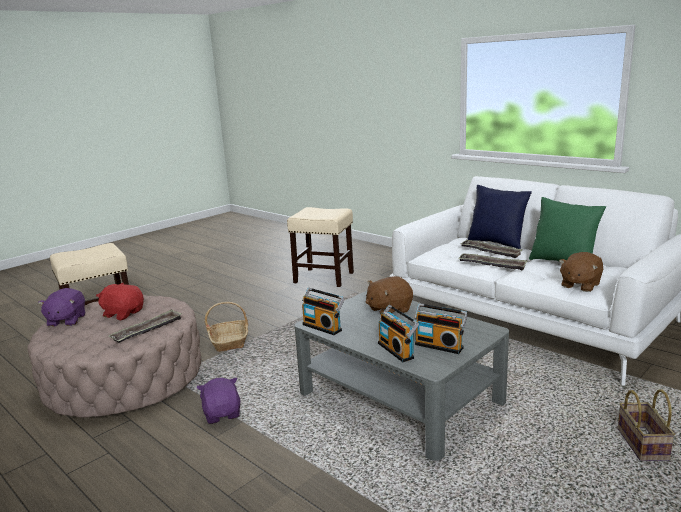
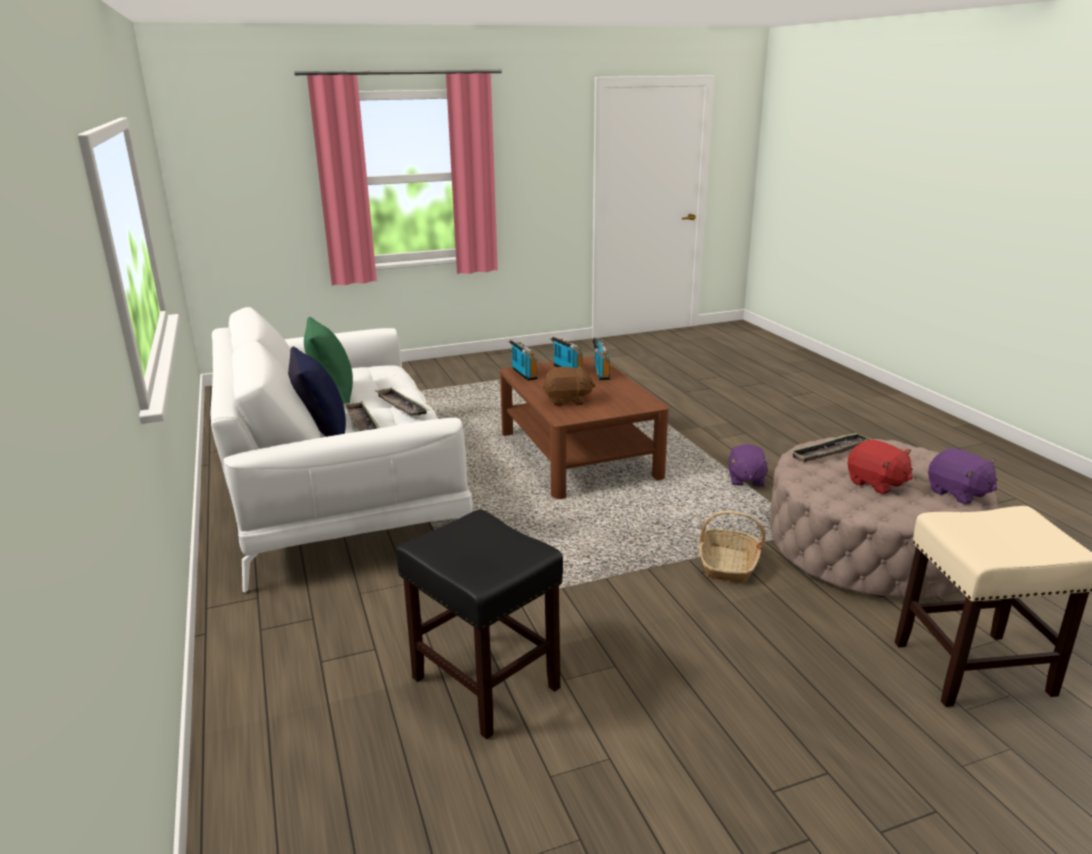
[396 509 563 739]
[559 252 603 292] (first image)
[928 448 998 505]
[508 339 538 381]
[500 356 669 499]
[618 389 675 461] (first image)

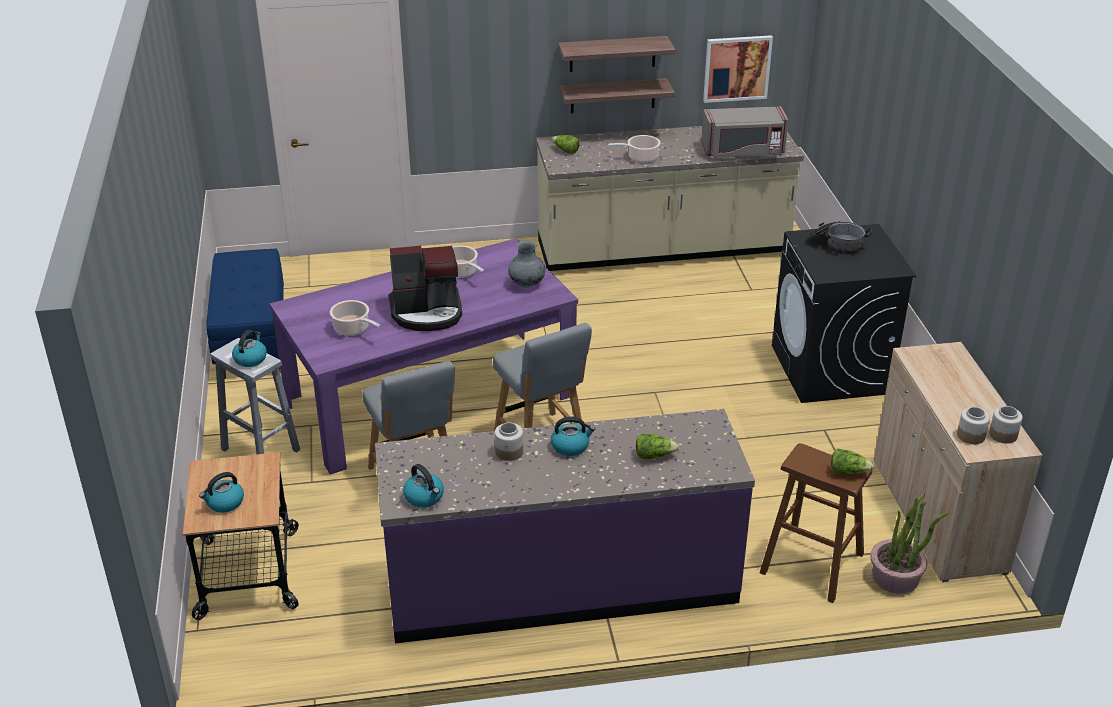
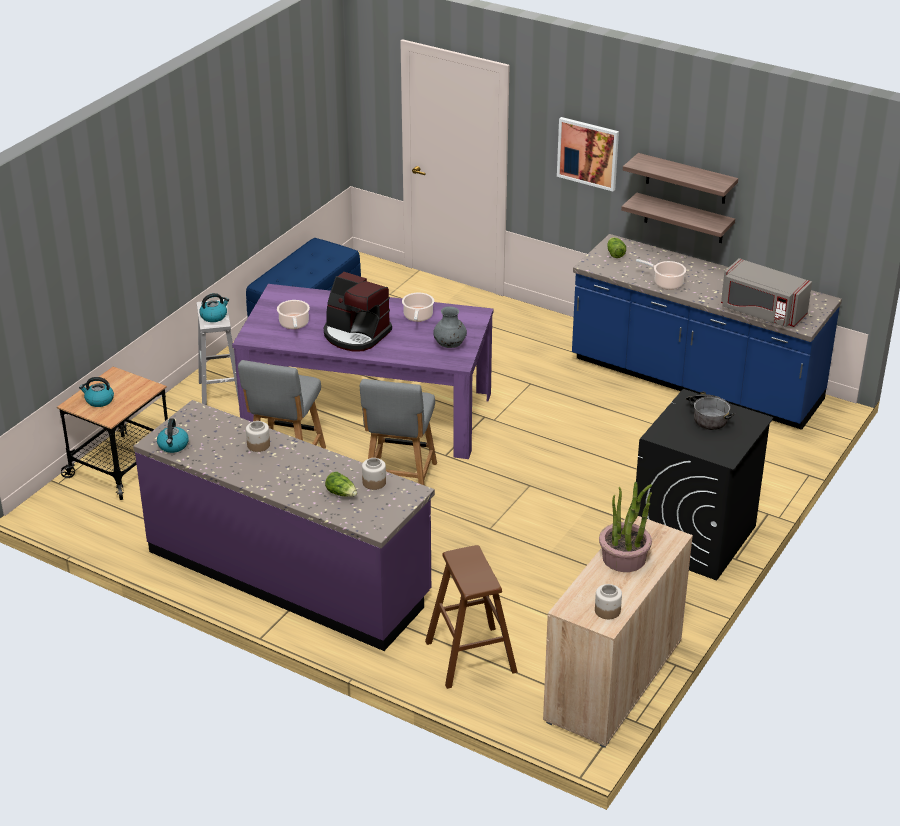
[557 117 619 191]
[572 234 842 430]
[362 458 386 490]
[551 417 595 456] (first image)
[831 449 874 474] (first image)
[599 482 652 572]

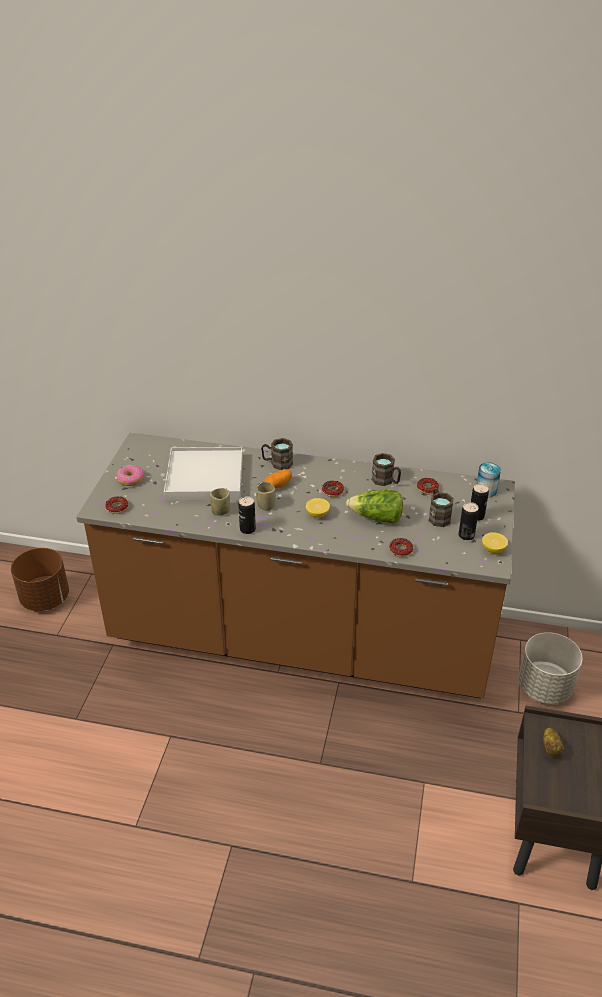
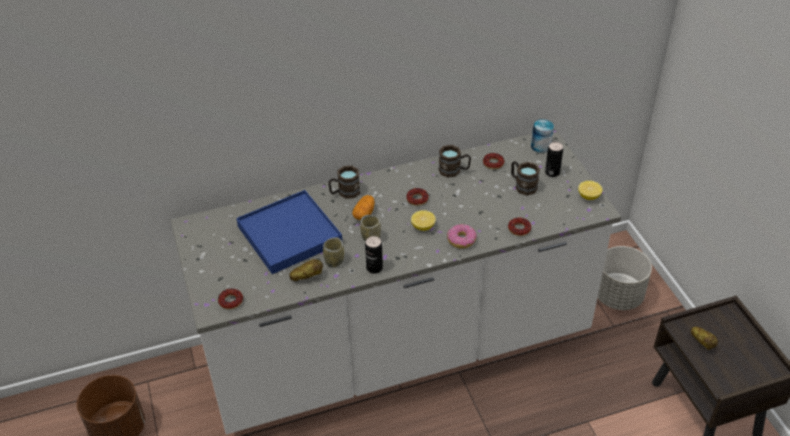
[171 128 621 435]
[236 190 342 274]
[447 224 477 249]
[346 490 403 523] (first image)
[458 502 479 540] (first image)
[290 259 323 281]

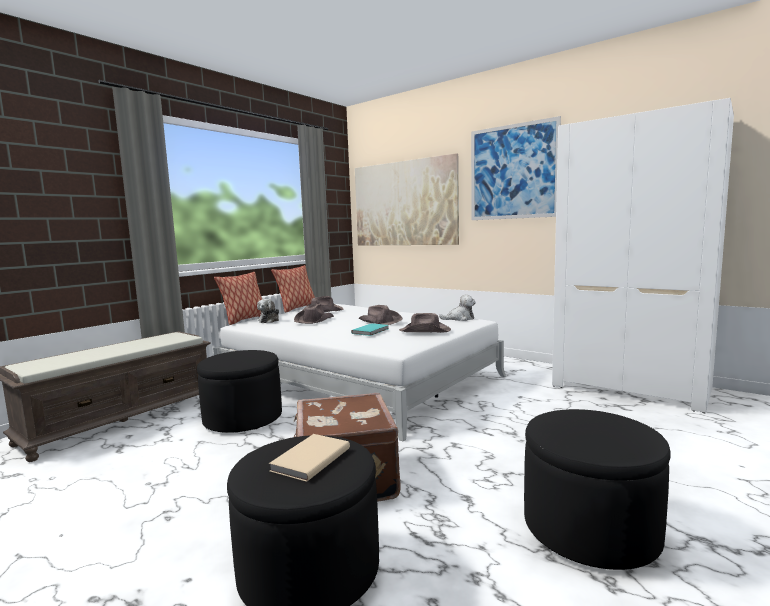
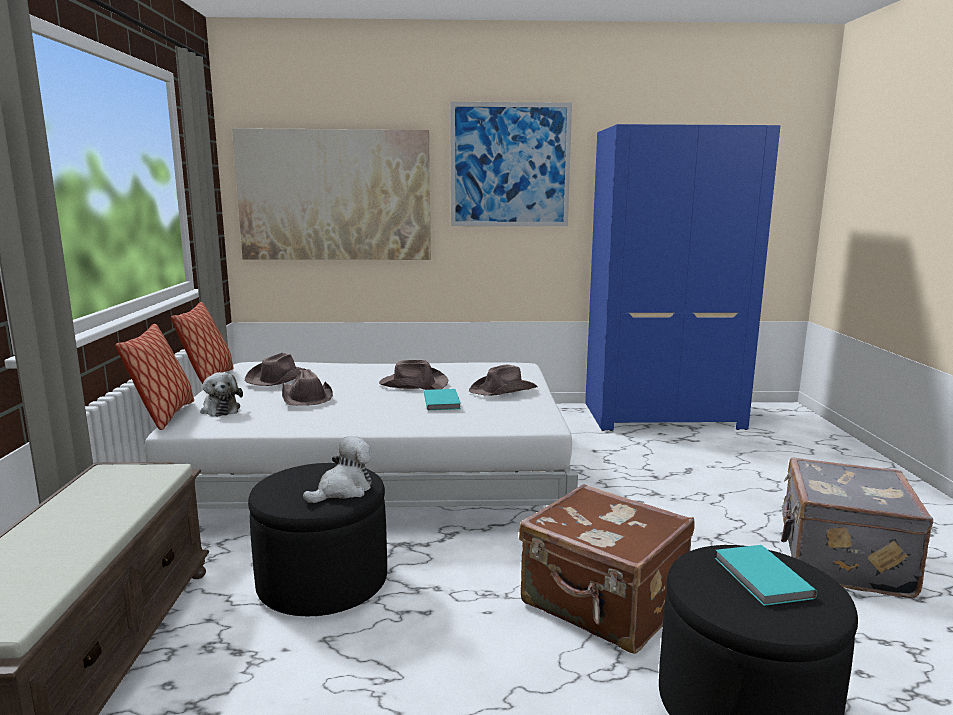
[585 124 780 431]
[303 436 372 503]
[781 458 933 598]
[715 545 817 606]

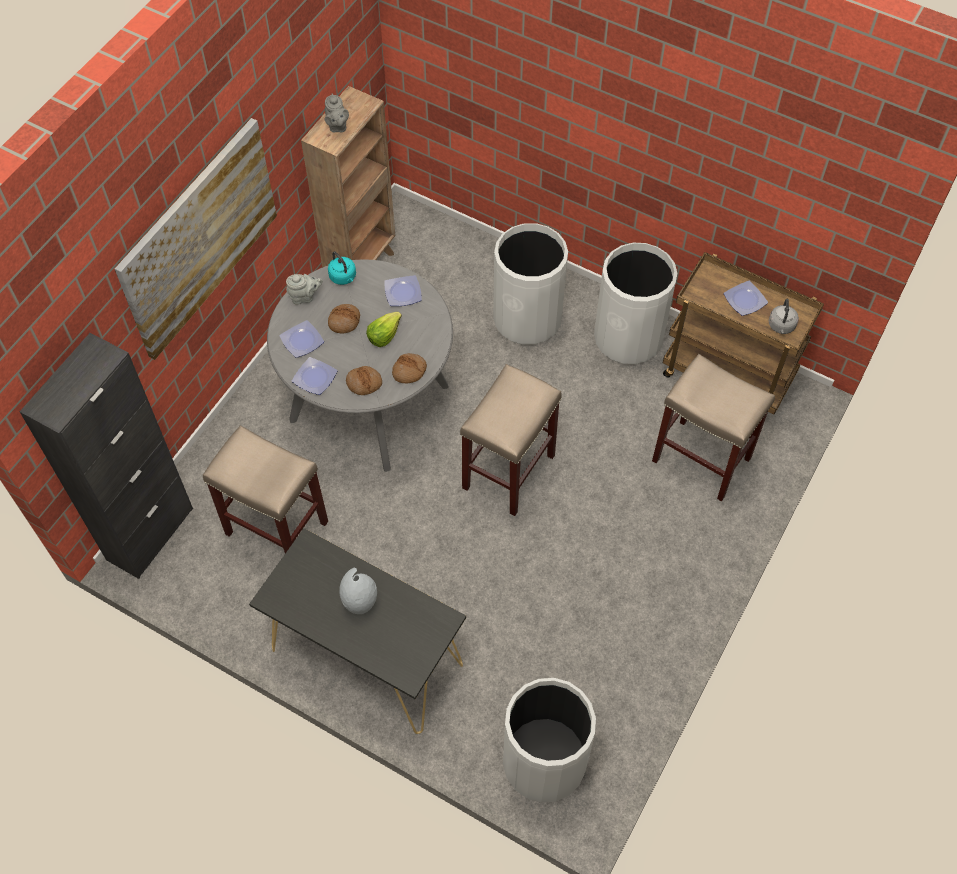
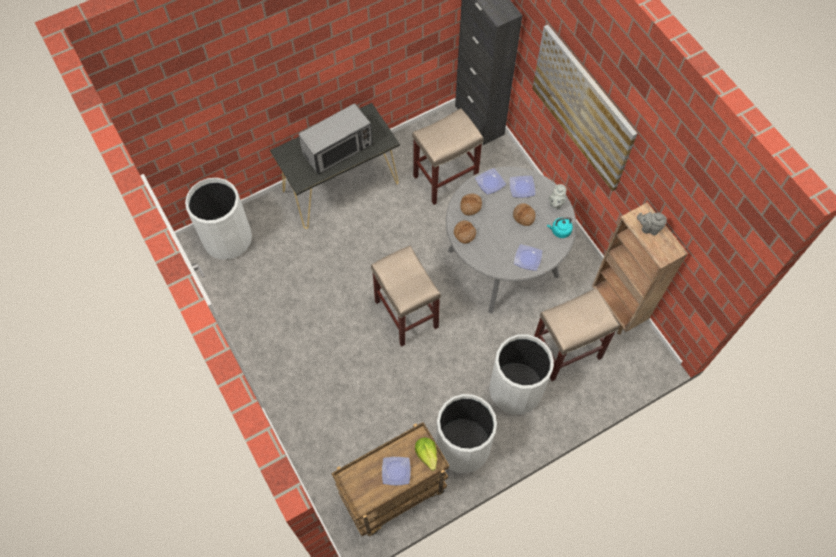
[769 299 799 334] (first image)
[415 437 437 471]
[534 288 619 381]
[298 103 373 174]

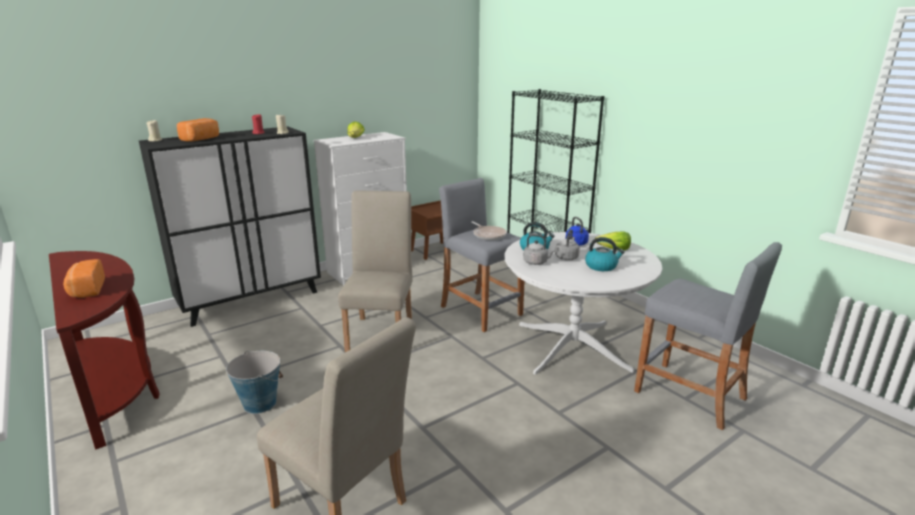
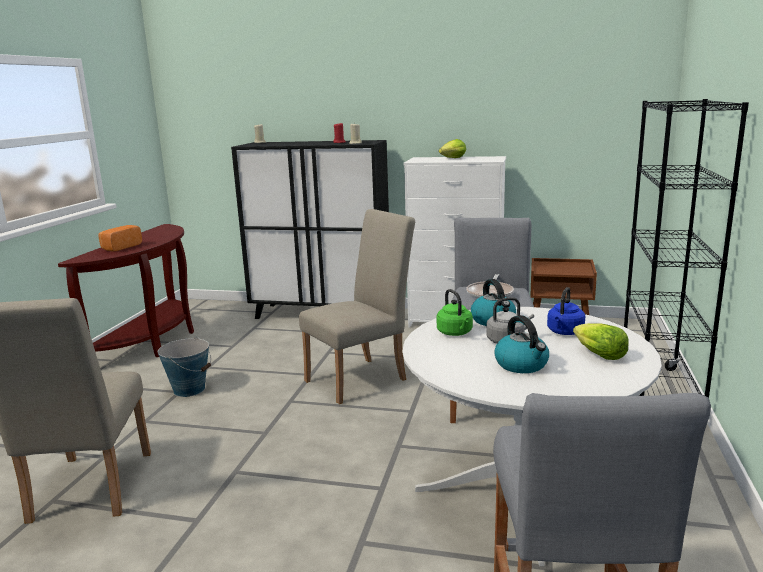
[177 118 219 142] (first image)
[437 289 473 336]

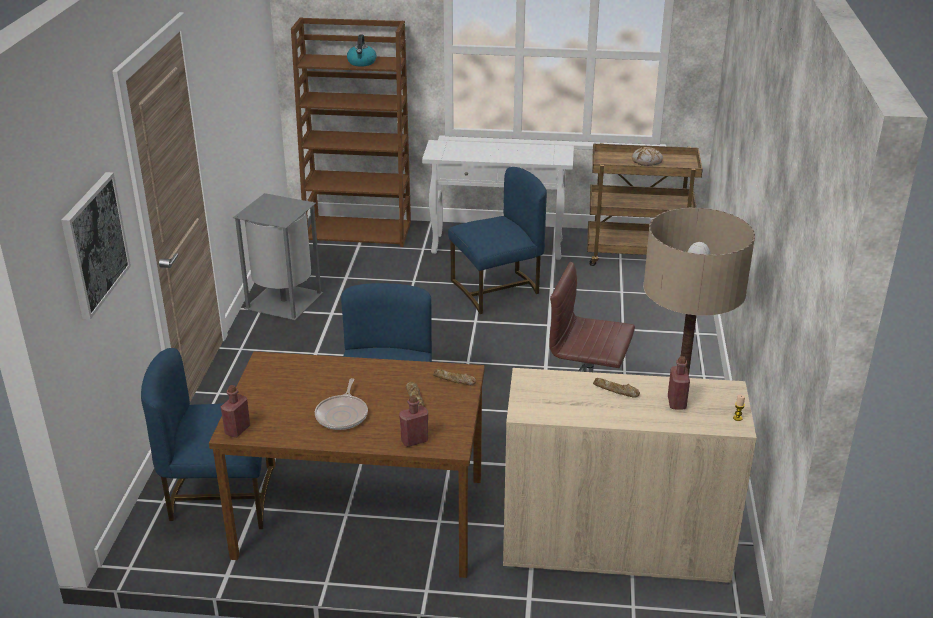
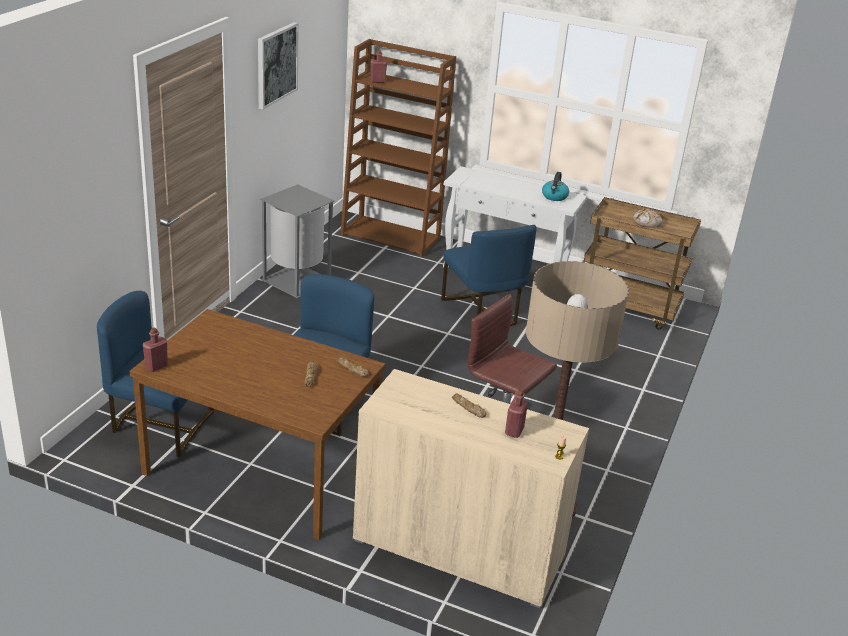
[542 172 569 201]
[441 225 537 326]
[258 22 298 110]
[315 378 368 430] (first image)
[370 50 387 83]

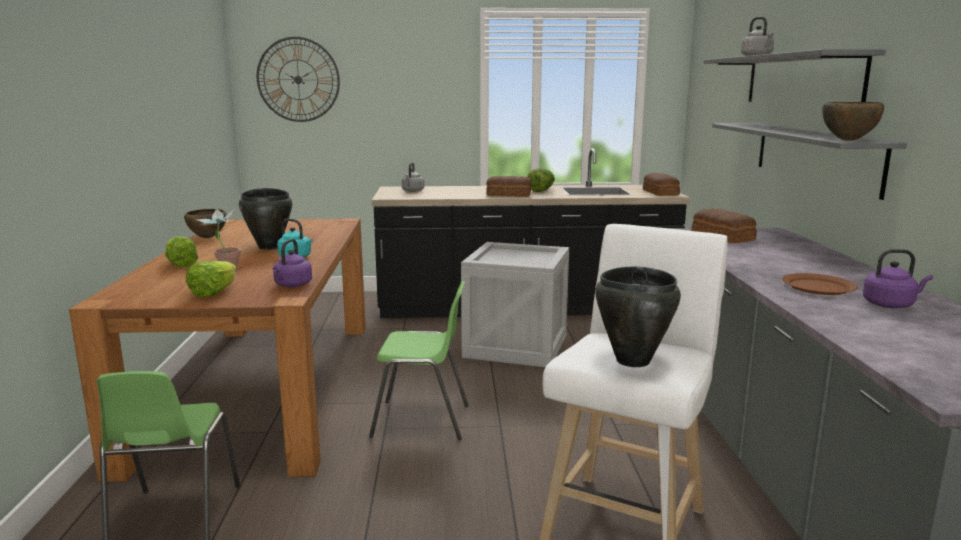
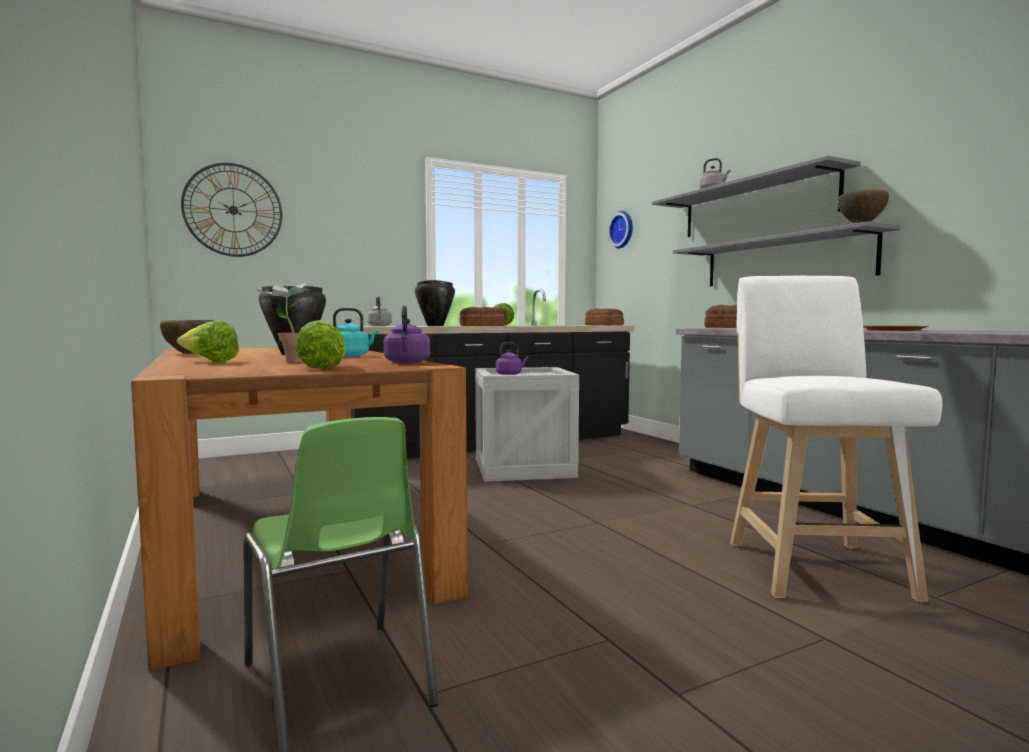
[496 342 529 375]
[415 280 455 326]
[369 281 469 440] (first image)
[608 211 633 248]

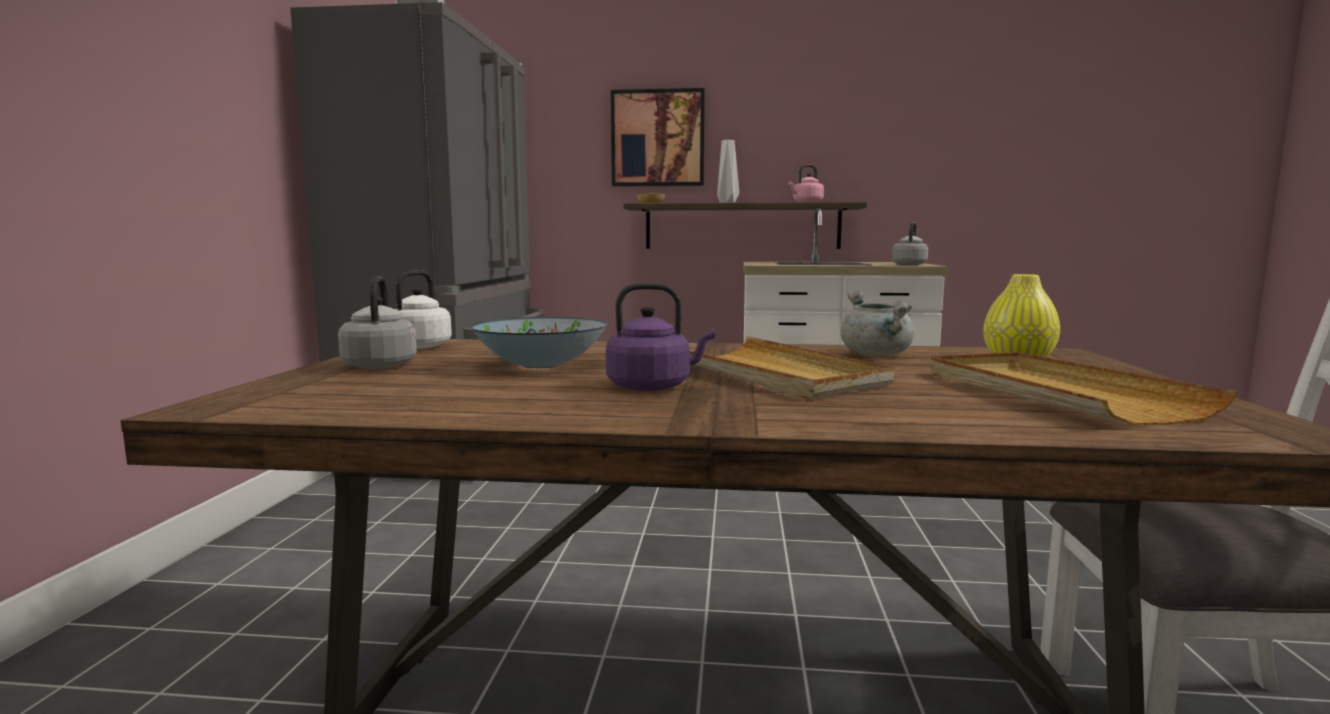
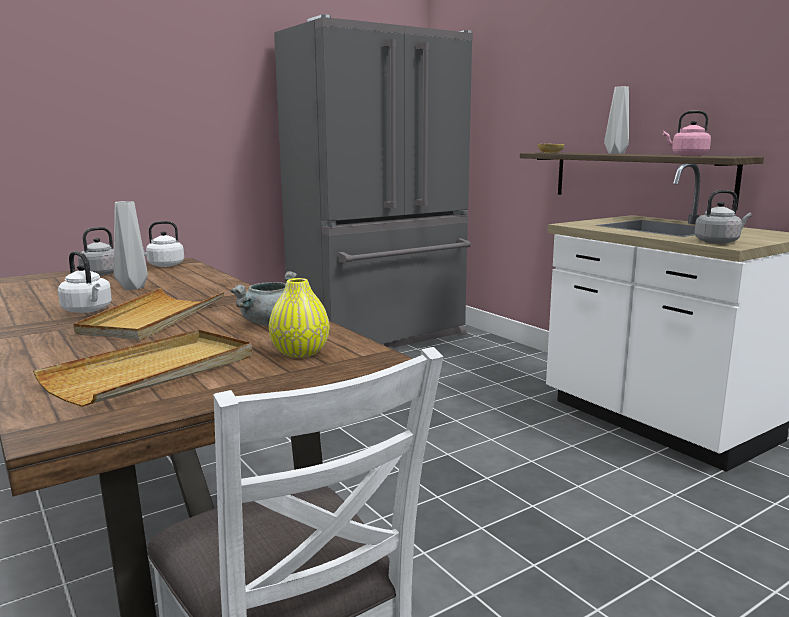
[611 88 705 187] (first image)
[58 251 112 313]
[114 201 148 290]

